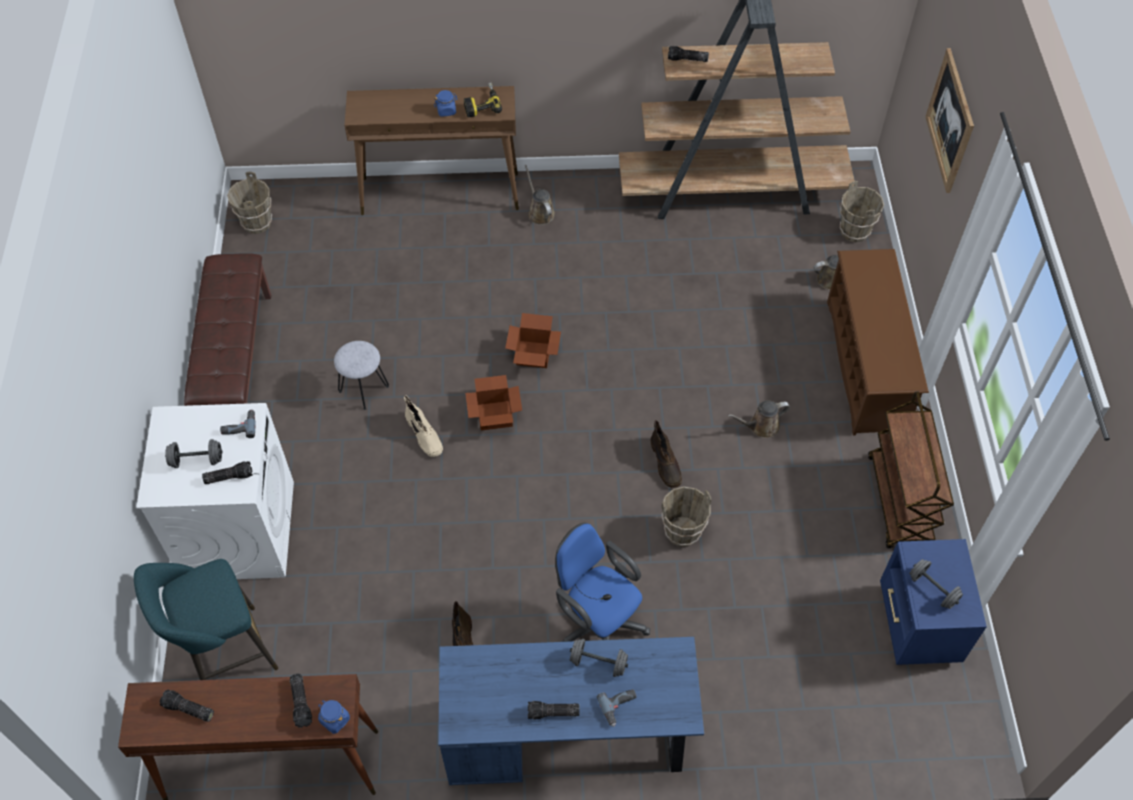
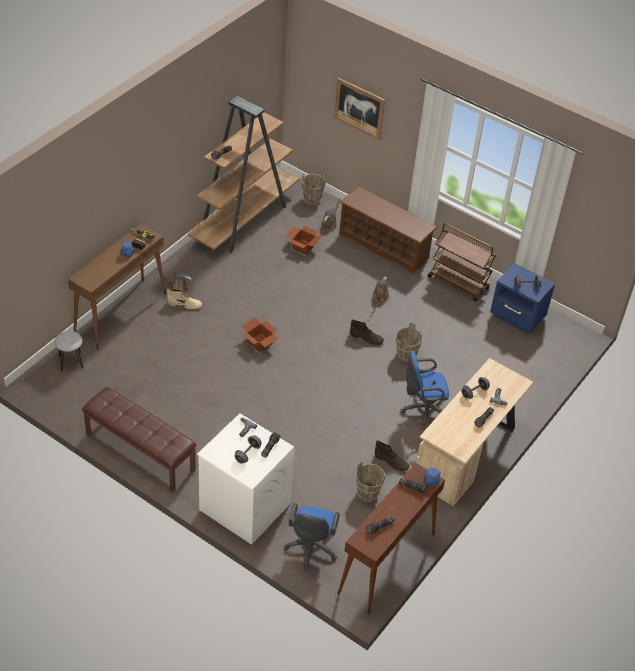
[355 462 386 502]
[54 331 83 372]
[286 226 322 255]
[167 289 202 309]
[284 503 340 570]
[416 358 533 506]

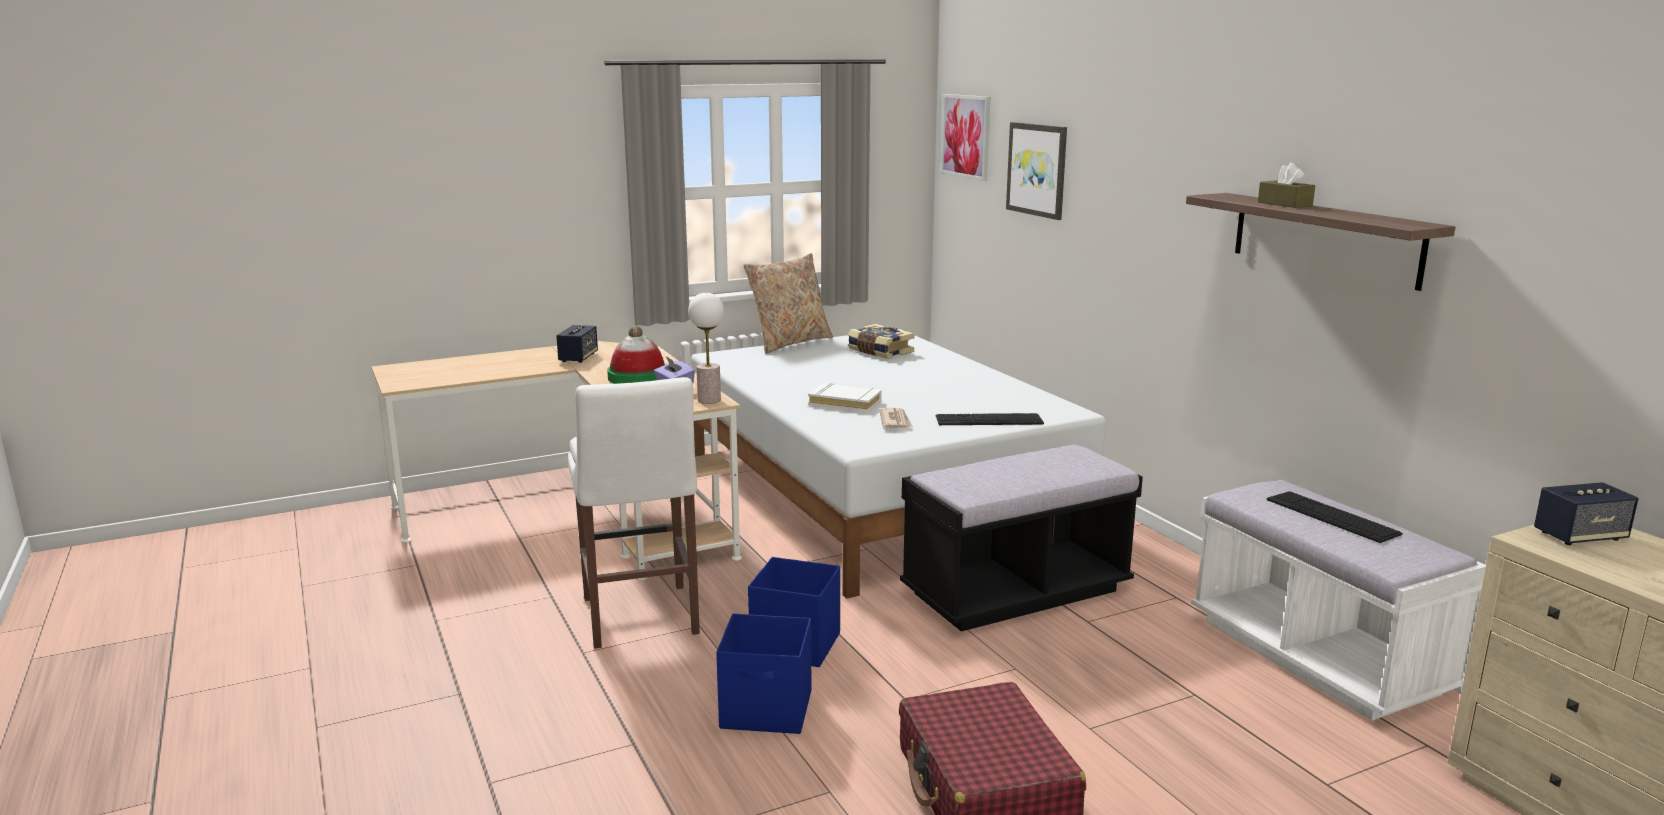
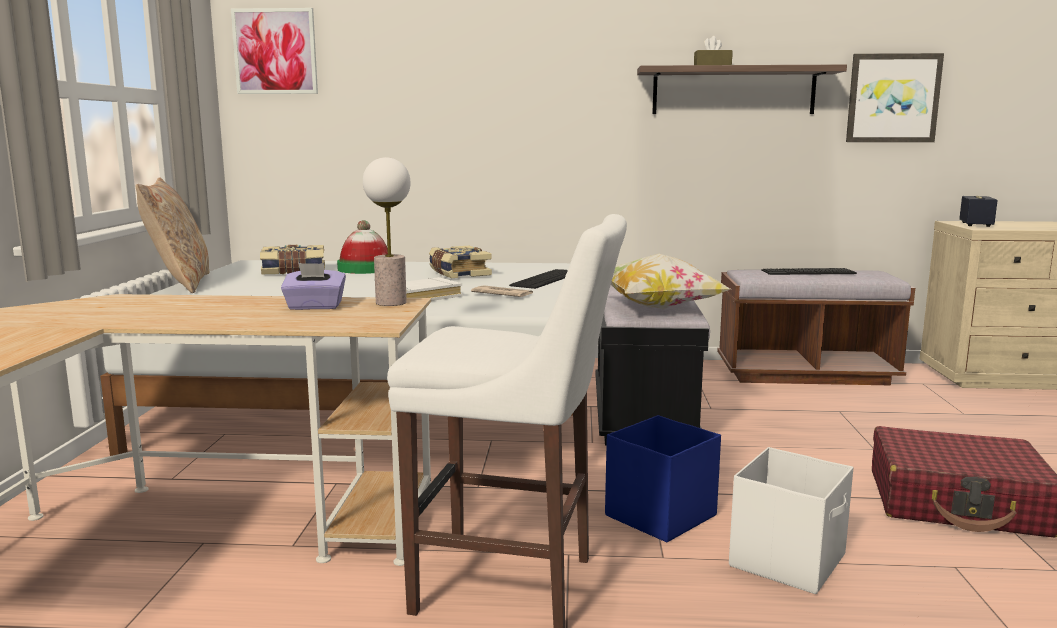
[846 53 944 142]
[556 325 598 363] (first image)
[337 220 388 274]
[717 269 915 385]
[729 447 853 594]
[429 245 492 278]
[611 254 730 309]

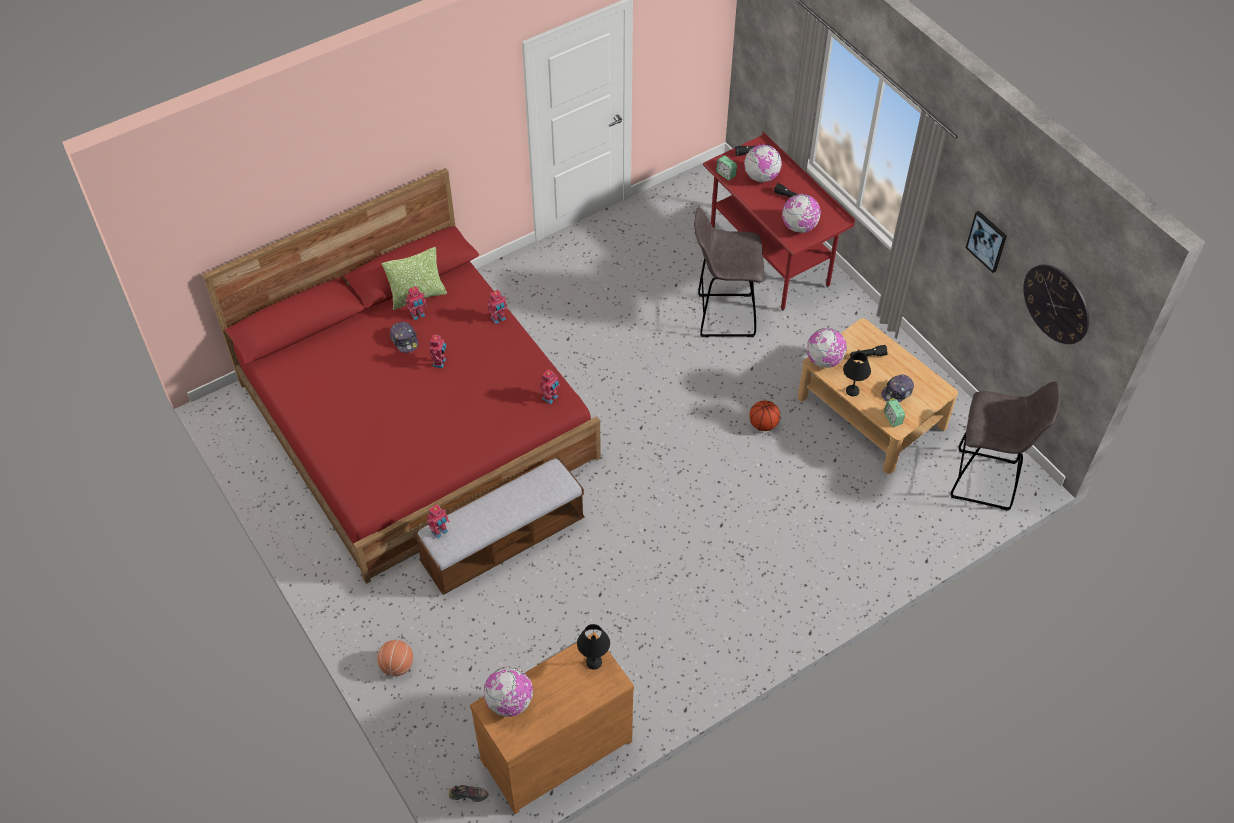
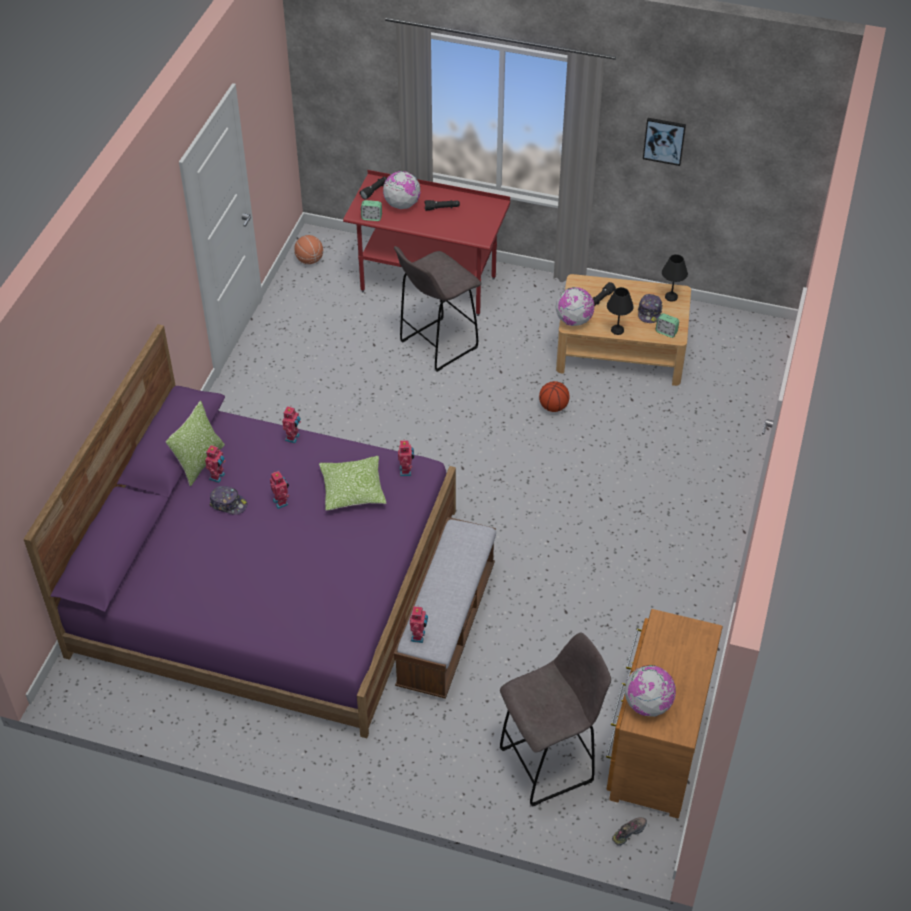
[24 324 456 738]
[782 194 821 233] (first image)
[1023 265 1089 344] (first image)
[500 633 611 807]
[662 254 688 302]
[294 235 323 264]
[319 456 387 511]

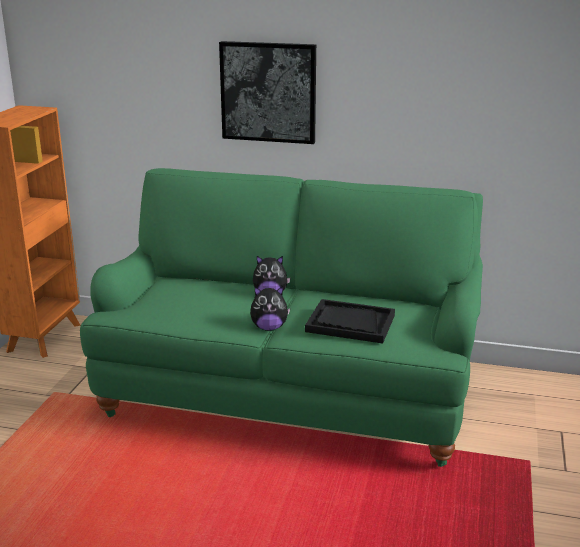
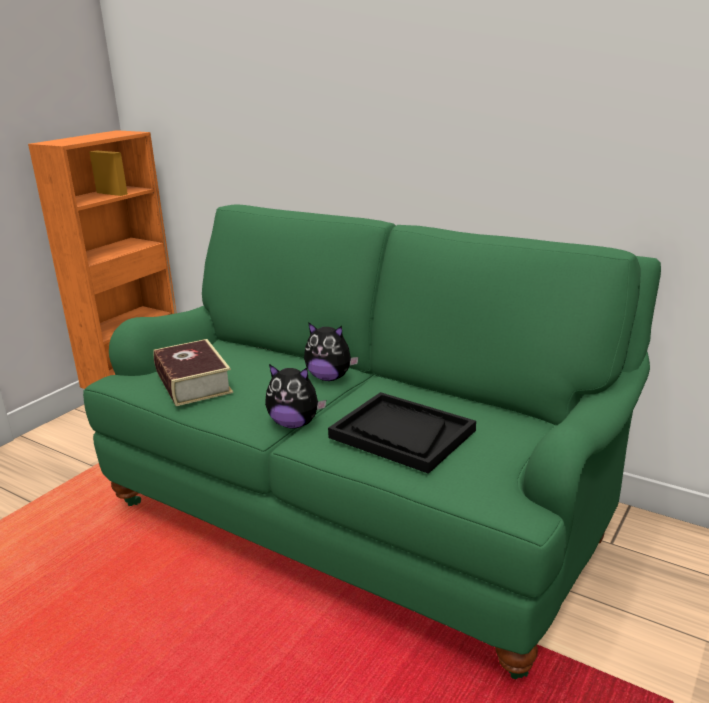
[219 41 316 144] (first image)
[154 339 233 406]

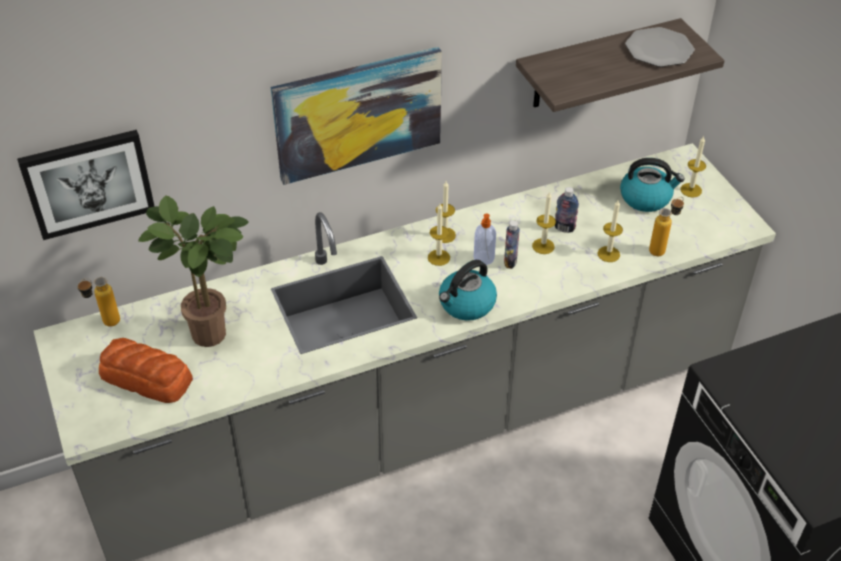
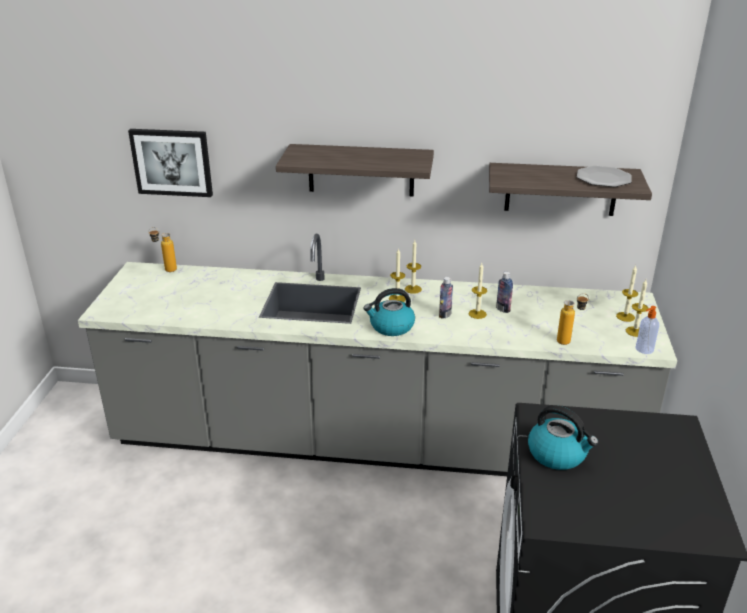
[276 144 434 197]
[528 405 599 470]
[138 196 249 347] (first image)
[626 279 649 337]
[635 306 659 354]
[99 338 193 403] (first image)

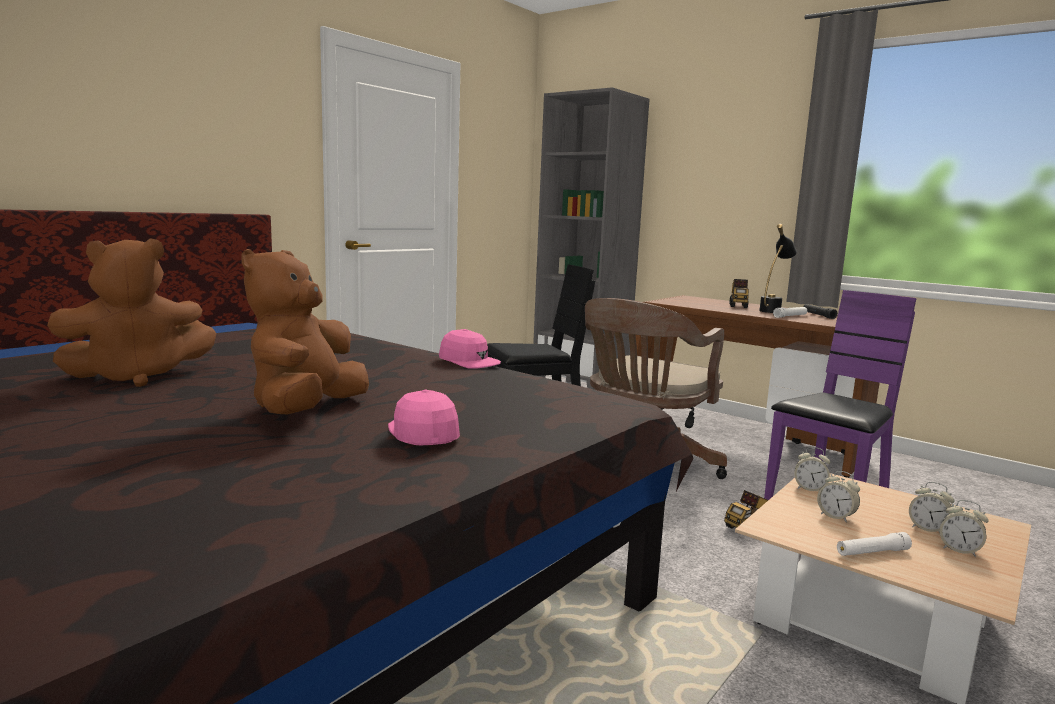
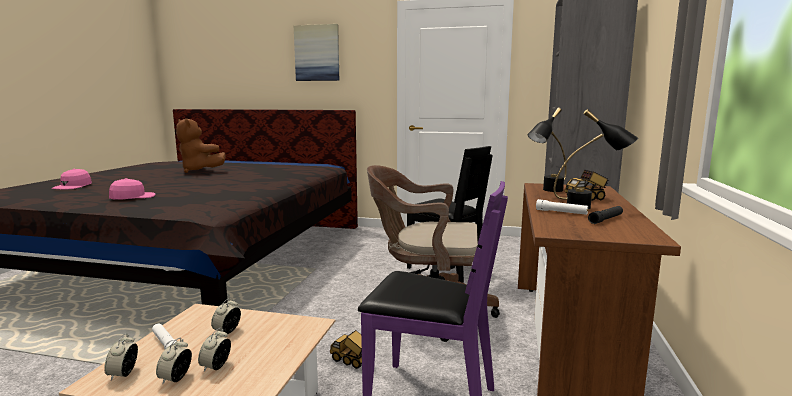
[241 249 369 415] (first image)
[52 169 92 189]
[104 333 138 381]
[294 24 339 81]
[527 108 567 192]

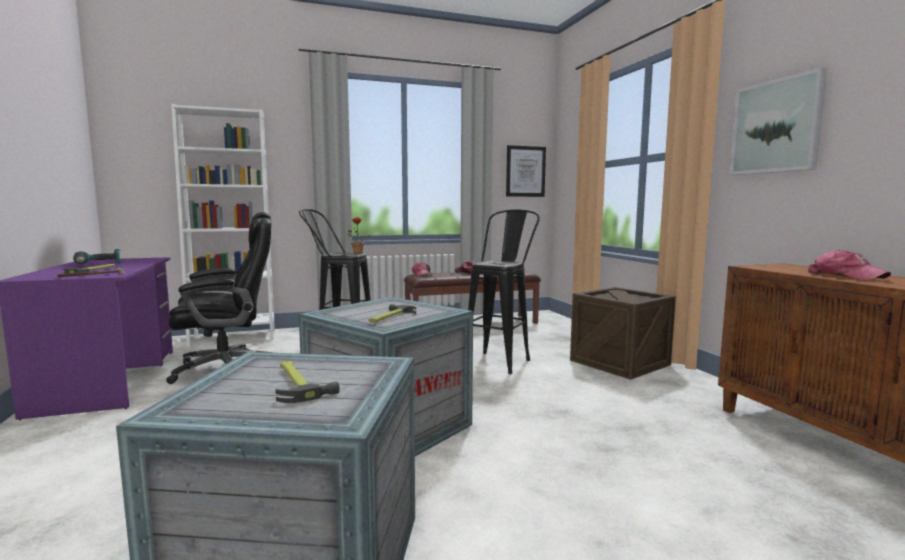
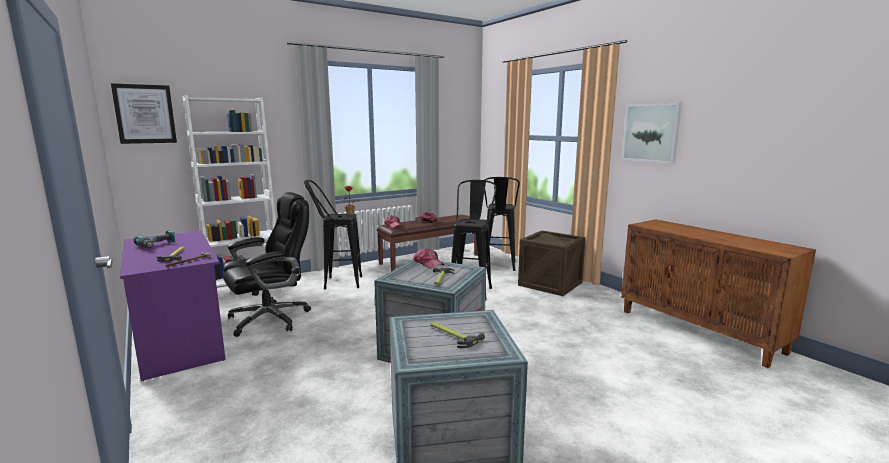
[111 83 177 144]
[414 248 444 269]
[484 177 520 271]

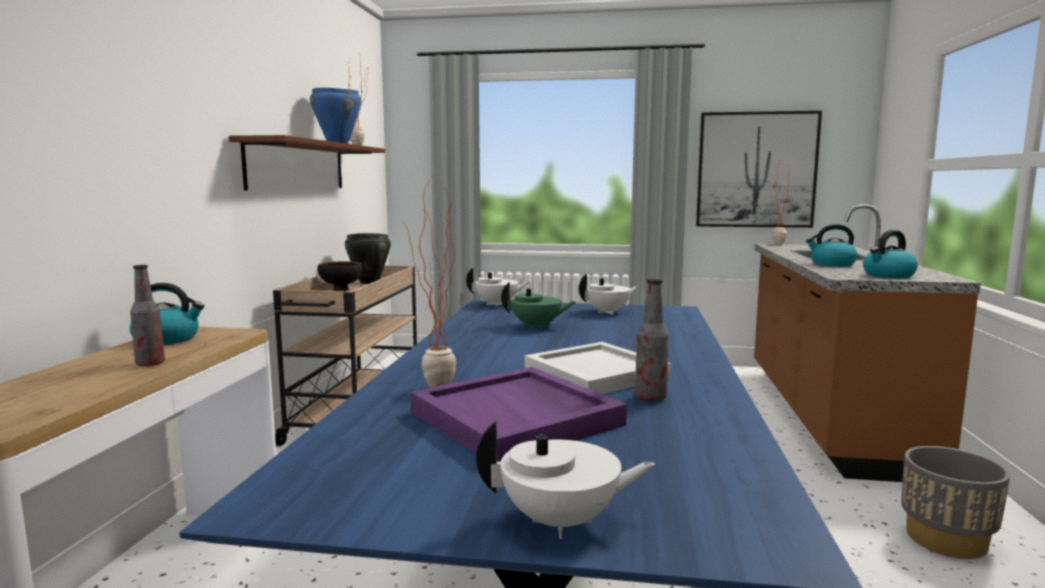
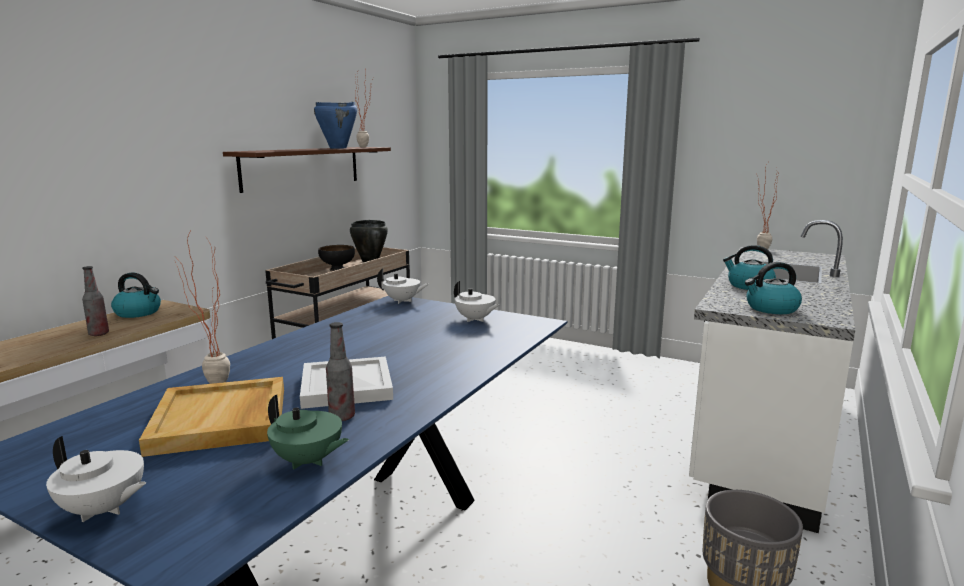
[696 111 822 228] (first image)
[689 220 855 533]
[454 281 500 322]
[267 395 349 470]
[139 377 284 457]

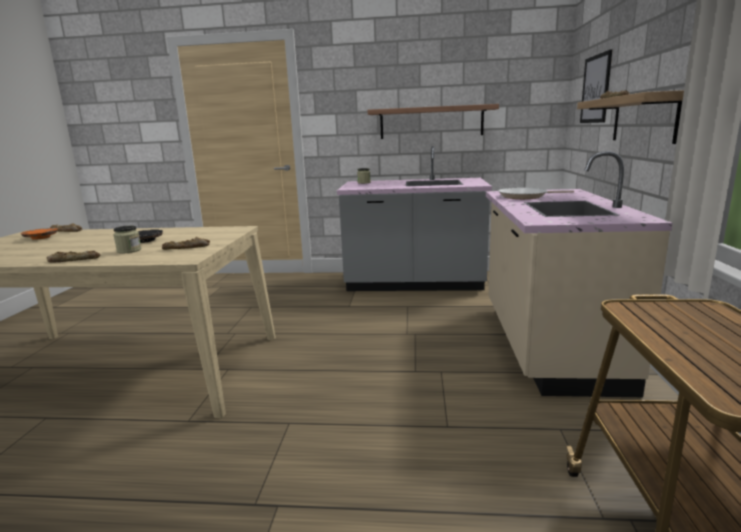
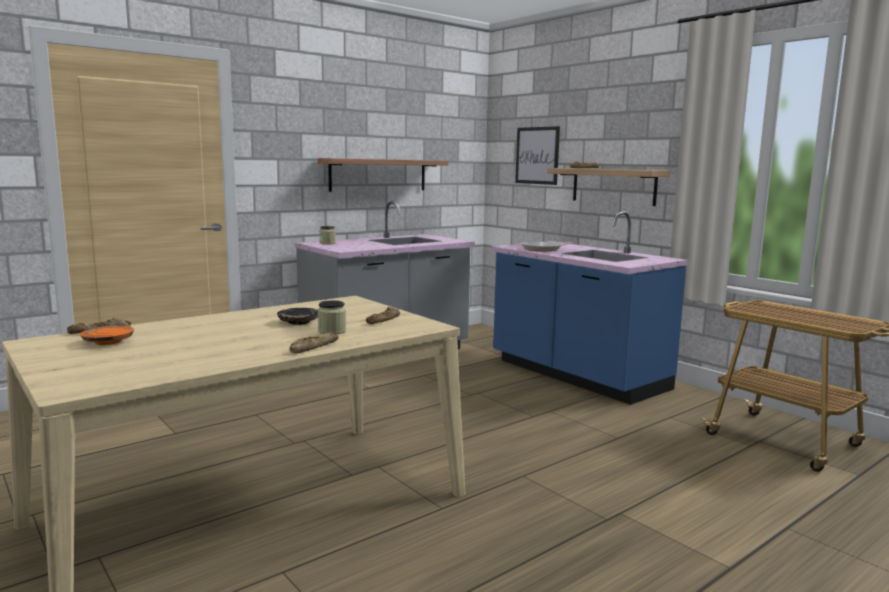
[492 211 688 405]

